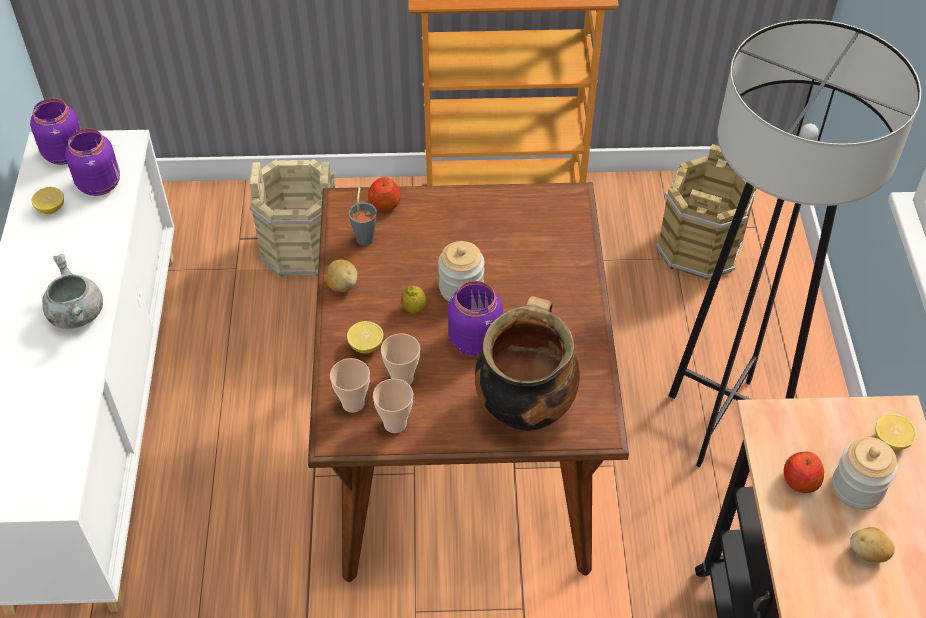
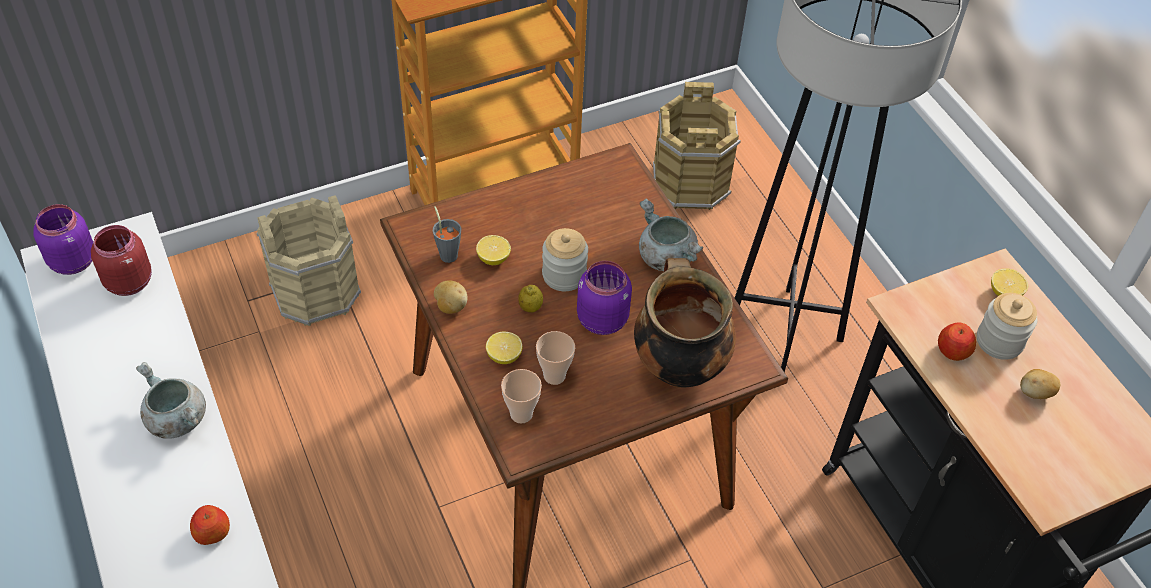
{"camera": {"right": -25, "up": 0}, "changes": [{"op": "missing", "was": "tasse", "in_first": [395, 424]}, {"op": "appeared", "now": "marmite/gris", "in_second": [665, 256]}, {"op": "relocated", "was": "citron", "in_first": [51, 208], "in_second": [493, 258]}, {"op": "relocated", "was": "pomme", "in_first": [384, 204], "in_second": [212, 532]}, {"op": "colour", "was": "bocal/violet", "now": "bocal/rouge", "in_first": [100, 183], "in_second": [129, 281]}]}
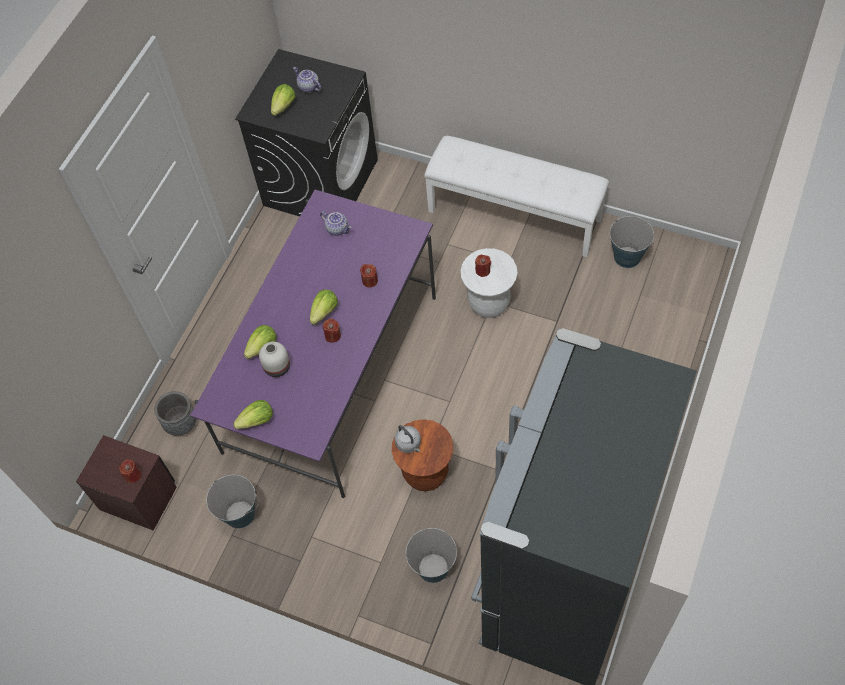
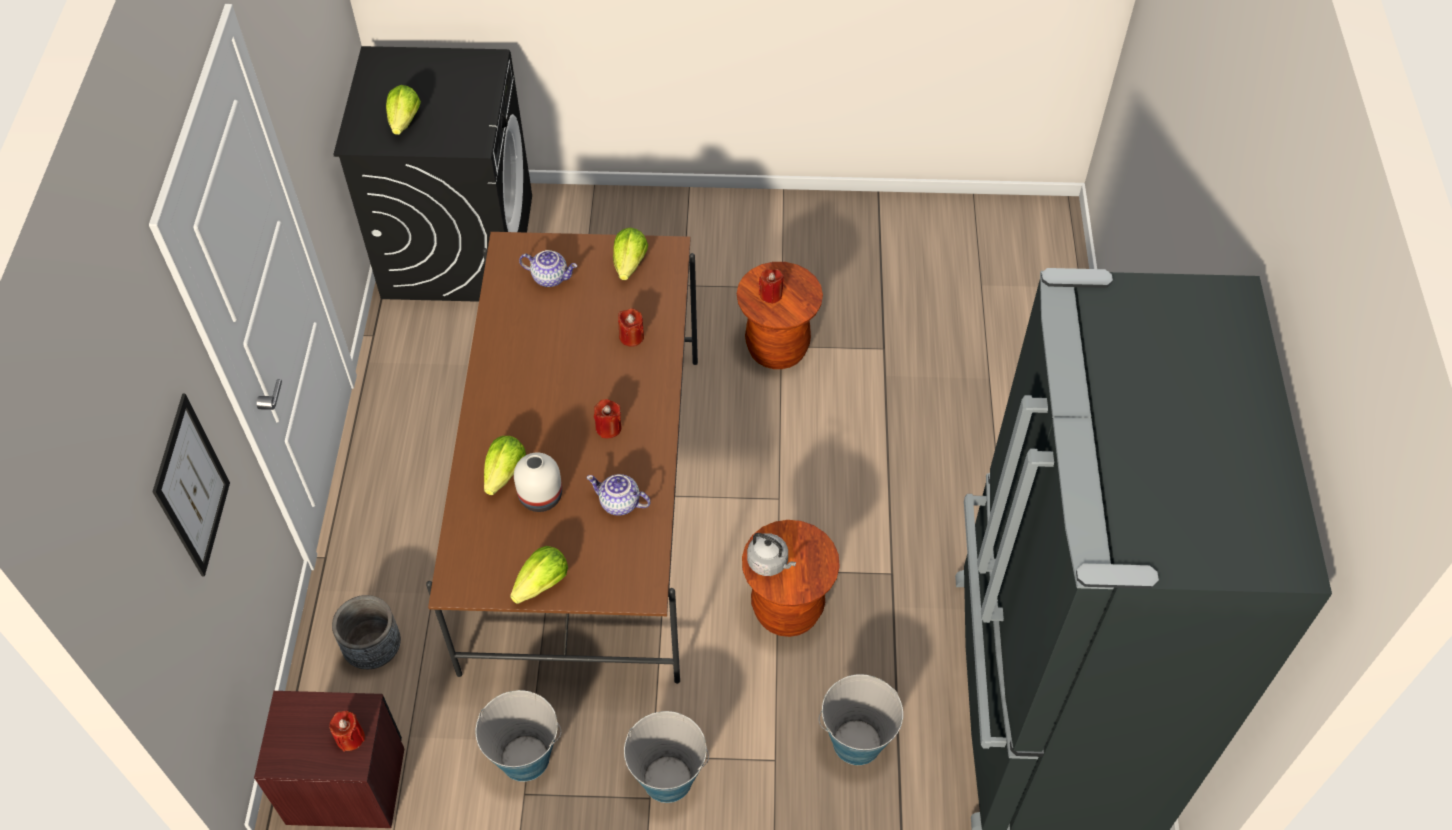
{"camera": {"right": -25, "up": -5}, "changes": [{"op": "missing", "was": "banc/blanc", "in_first": [515, 214]}, {"op": "appeared", "now": "tableau", "in_second": [191, 486]}, {"op": "relocated", "was": "théière", "in_first": [308, 87], "in_second": [619, 504]}, {"op": "relocated", "was": "laitue", "in_first": [324, 312], "in_second": [630, 264]}, {"op": "relocated", "was": "seau", "in_first": [627, 256], "in_second": [667, 778]}, {"op": "colour", "was": "table à manger/violet", "now": "table à manger/marron", "in_first": [332, 373], "in_second": [585, 507]}, {"op": "colour", "was": "tabouret/blanc", "now": "tabouret/marron", "in_first": [488, 303], "in_second": [777, 349]}]}
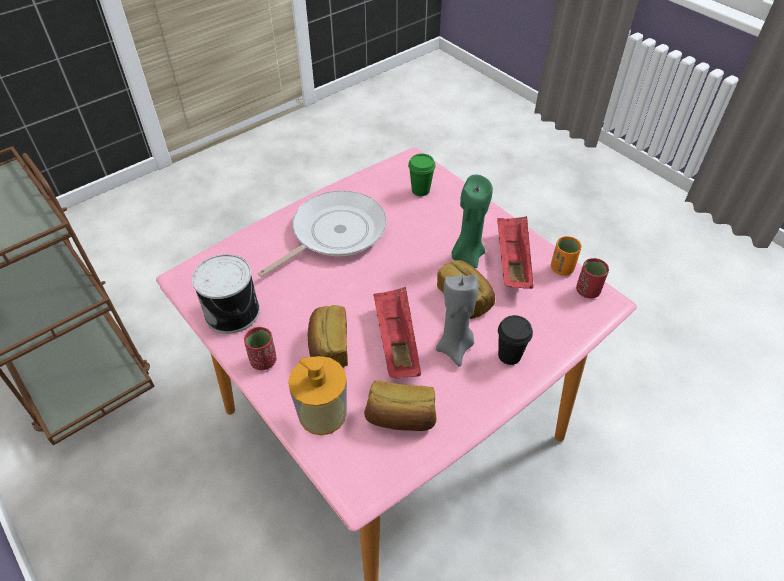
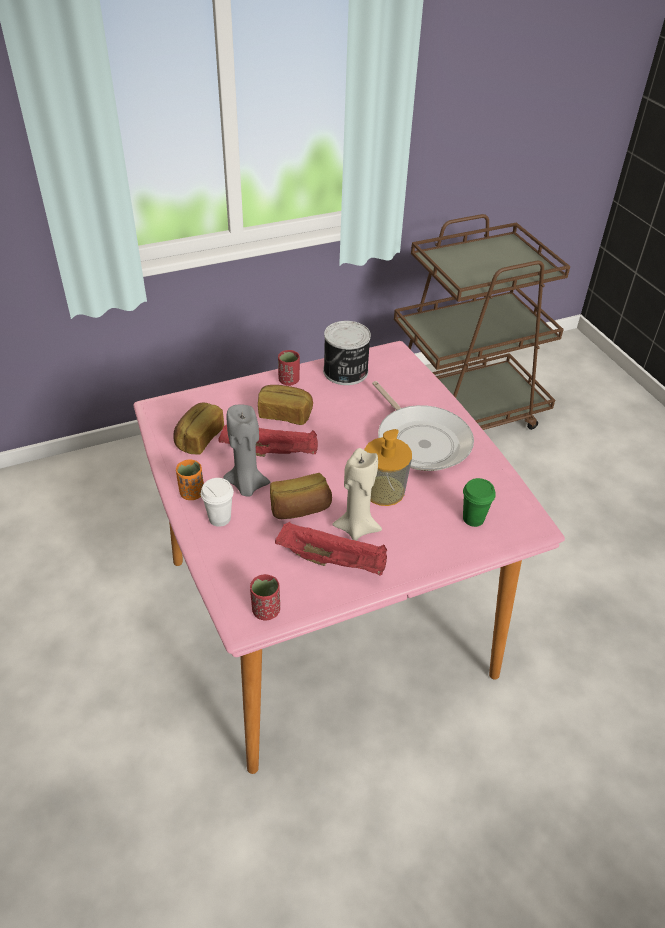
{"camera": {"right": 105, "up": -5}, "changes": [{"op": "relocated", "was": "distributeur de savon", "in_first": [322, 413], "in_second": [384, 491]}, {"op": "relocated", "was": "tasse/orange", "in_first": [561, 269], "in_second": [192, 493]}, {"op": "colour", "was": "bougie/vert", "now": "bougie/beige", "in_first": [467, 255], "in_second": [356, 528]}, {"op": "colour", "was": "tasse/noir", "now": "tasse/blanc", "in_first": [509, 355], "in_second": [219, 518]}]}
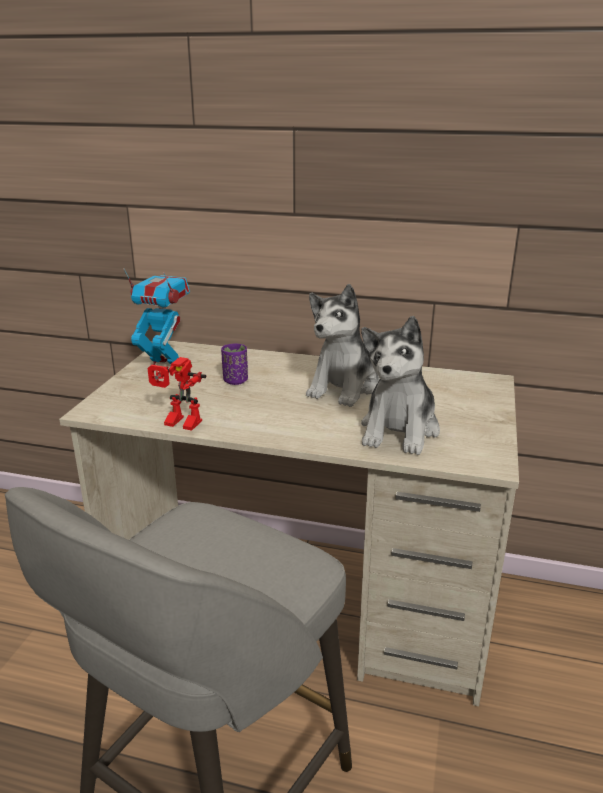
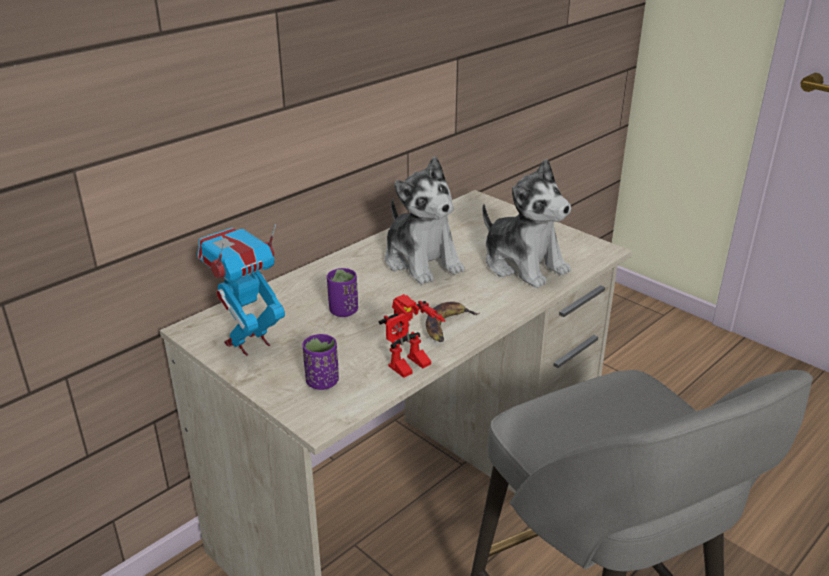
{"camera": {"right": -60, "up": 5}, "changes": [{"op": "appeared", "now": "tasse/violet", "in_second": [322, 382]}, {"op": "appeared", "now": "banane", "in_second": [447, 326]}]}
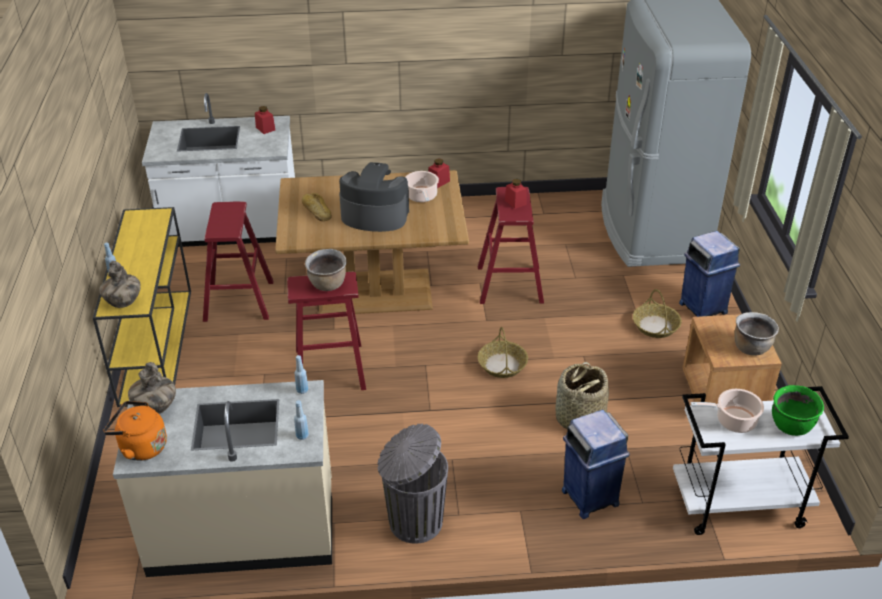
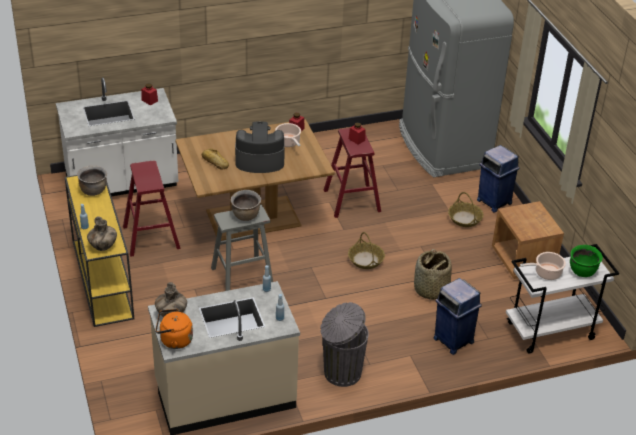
{"camera": {"right": -15, "up": 0}, "changes": [{"op": "relocated", "was": "marmite/marron", "in_first": [751, 347], "in_second": [93, 191]}, {"op": "colour", "was": "tabouret/rouge", "now": "tabouret/gris", "in_first": [330, 369], "in_second": [242, 279]}]}
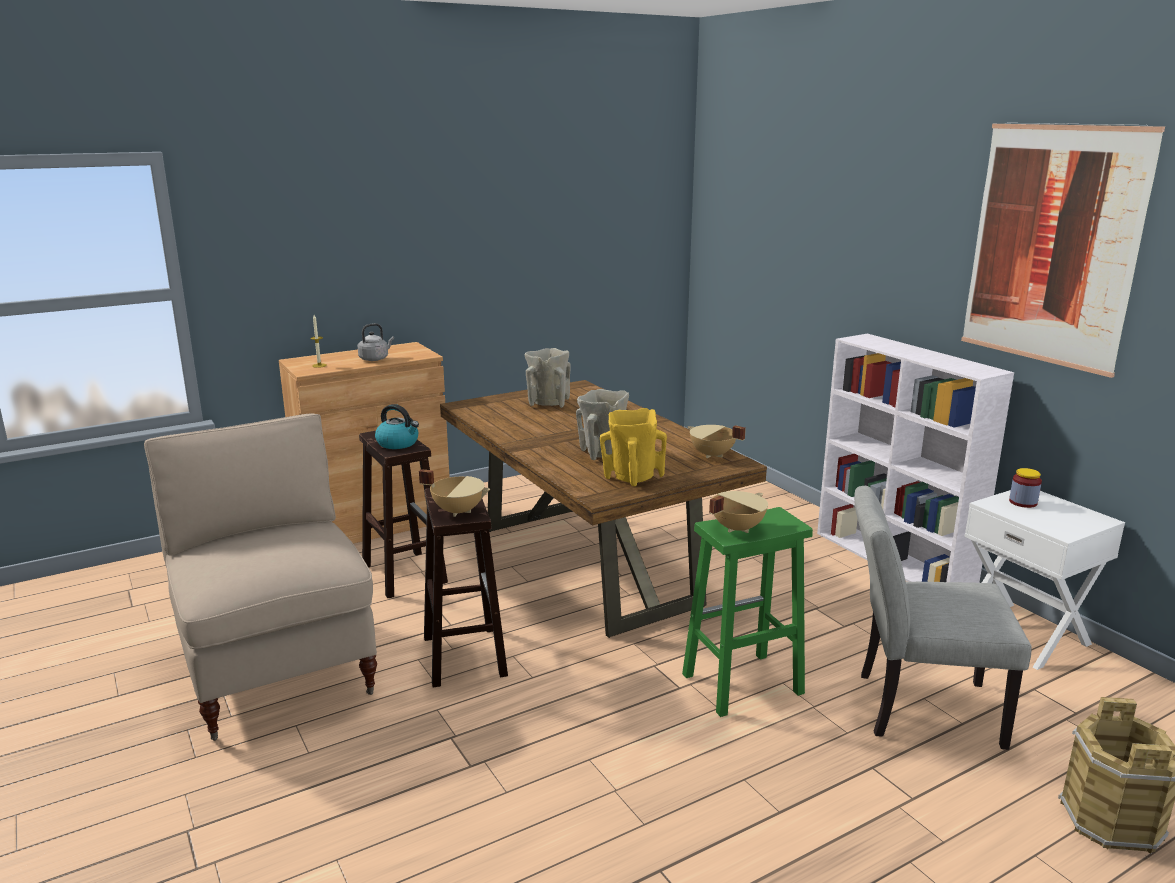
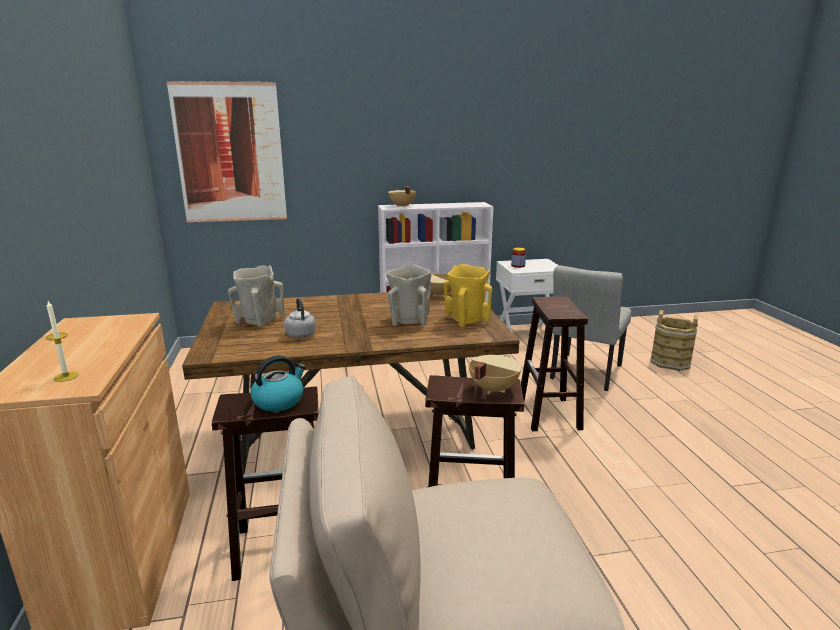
{"camera": {"right": -70, "up": 0}, "changes": [{"op": "relocated", "was": "bouilloire/gris", "in_first": [375, 359], "in_second": [300, 334]}, {"op": "relocated", "was": "marmite/beige", "in_first": [736, 528], "in_second": [402, 206]}, {"op": "relocated", "was": "tableau", "in_first": [1052, 245], "in_second": [230, 153]}, {"op": "colour", "was": "tabouret/vert", "now": "tabouret/marron", "in_first": [741, 684], "in_second": [549, 414]}]}
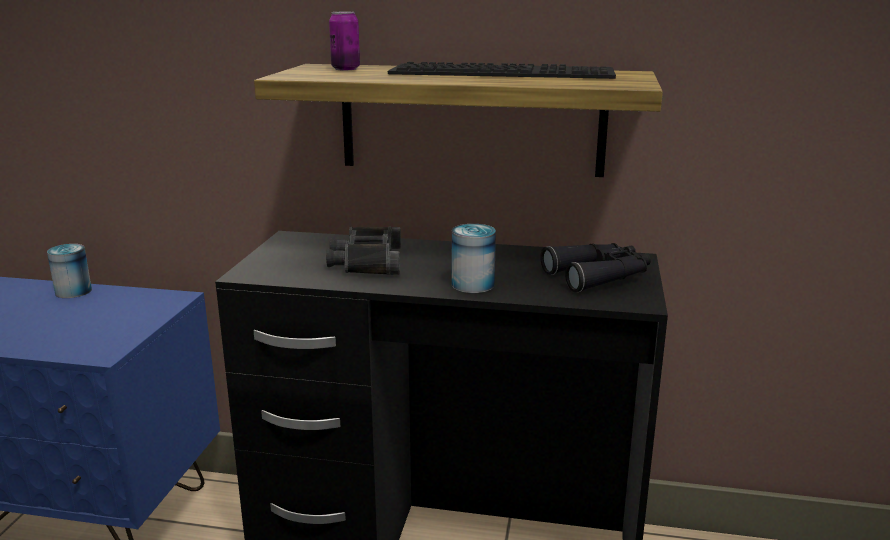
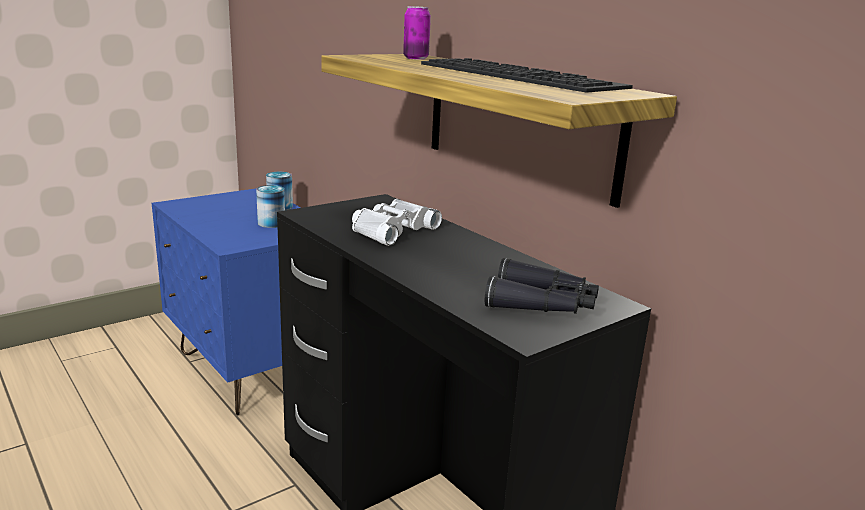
{"camera": {"right": 40, "up": 0}, "changes": [{"op": "relocated", "was": "boîte métallique", "in_first": [472, 284], "in_second": [271, 223]}, {"op": "colour", "was": "jumelles/noir", "now": "jumelles/blanc", "in_first": [366, 261], "in_second": [391, 230]}]}
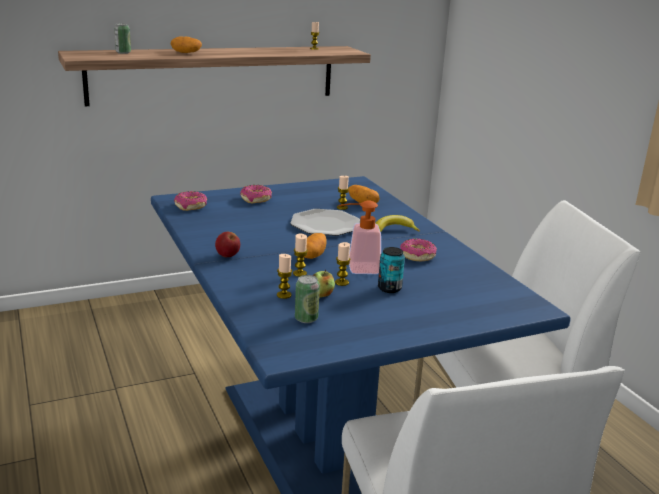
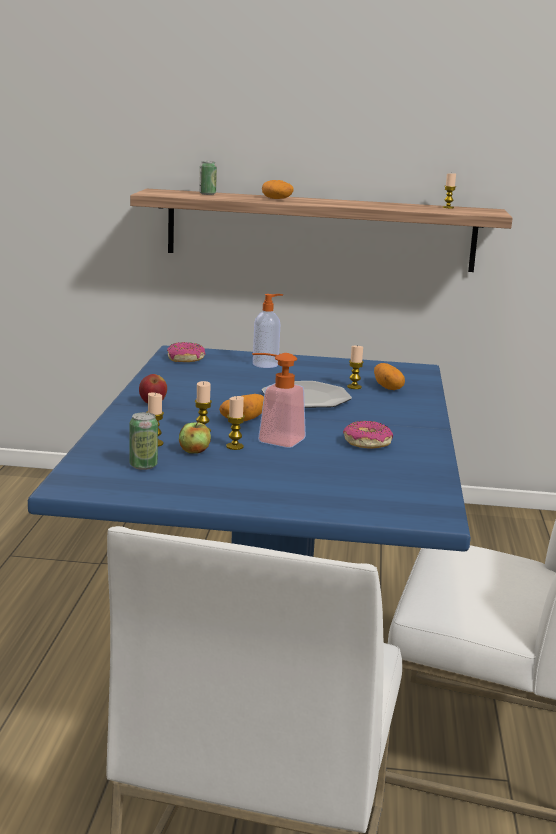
{"camera": {"right": 30, "up": -5}, "changes": [{"op": "missing", "was": "banane", "in_first": [393, 230]}, {"op": "missing", "was": "boîte métallique", "in_first": [389, 288]}, {"op": "exchanged", "was": "beignet", "now": "distributeur de savon", "in_first": [256, 199], "in_second": [266, 364]}]}
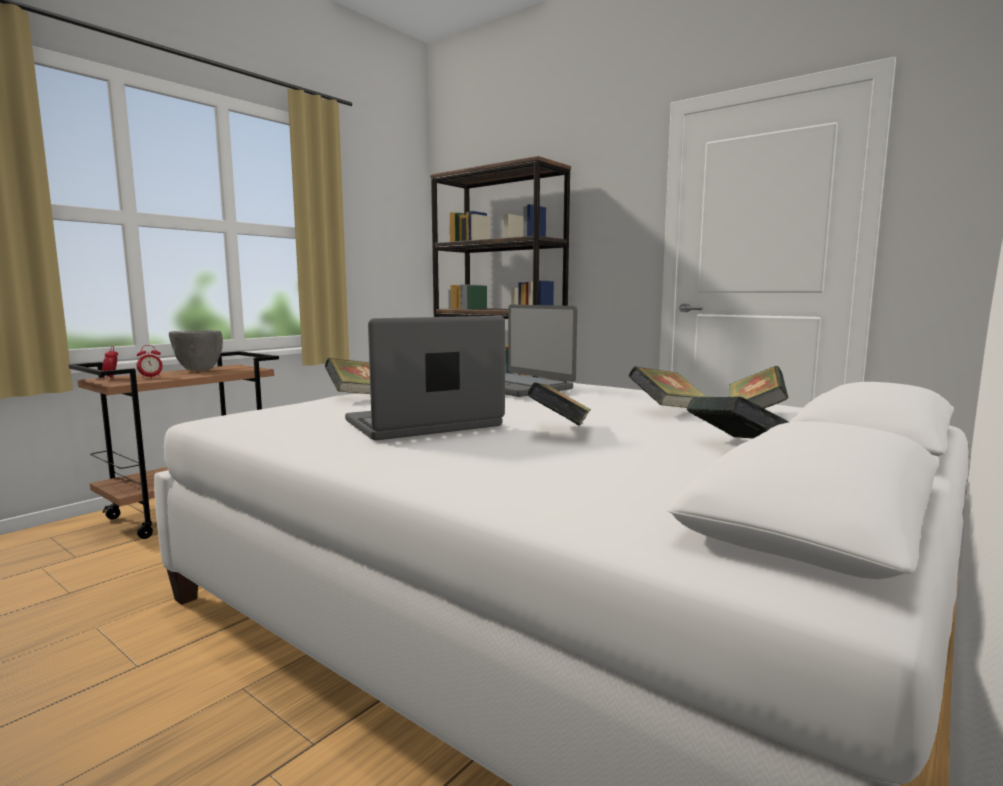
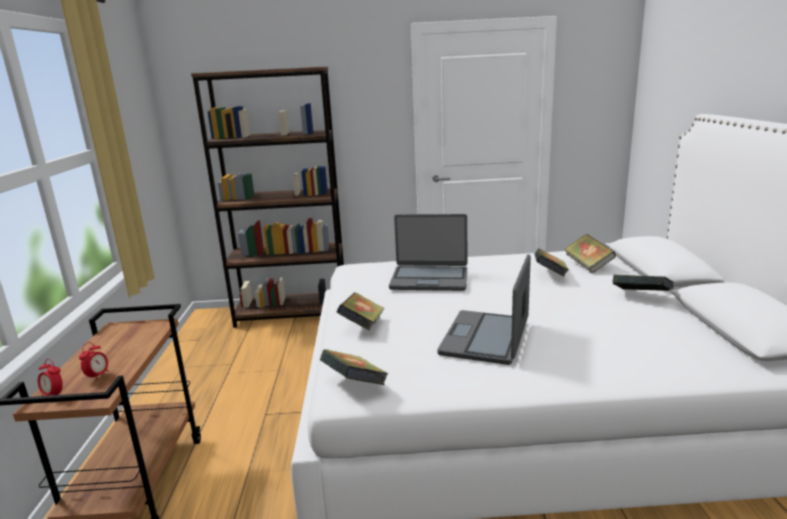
{"camera": {"right": -40, "up": 10}, "changes": [{"op": "missing", "was": "bol/gris", "in_first": [198, 370]}, {"op": "relocated", "was": "livre", "in_first": [560, 430], "in_second": [354, 385]}]}
